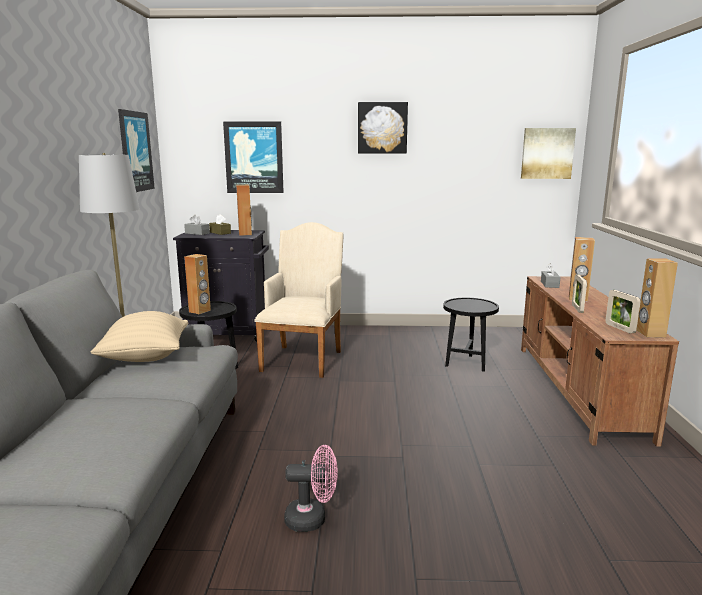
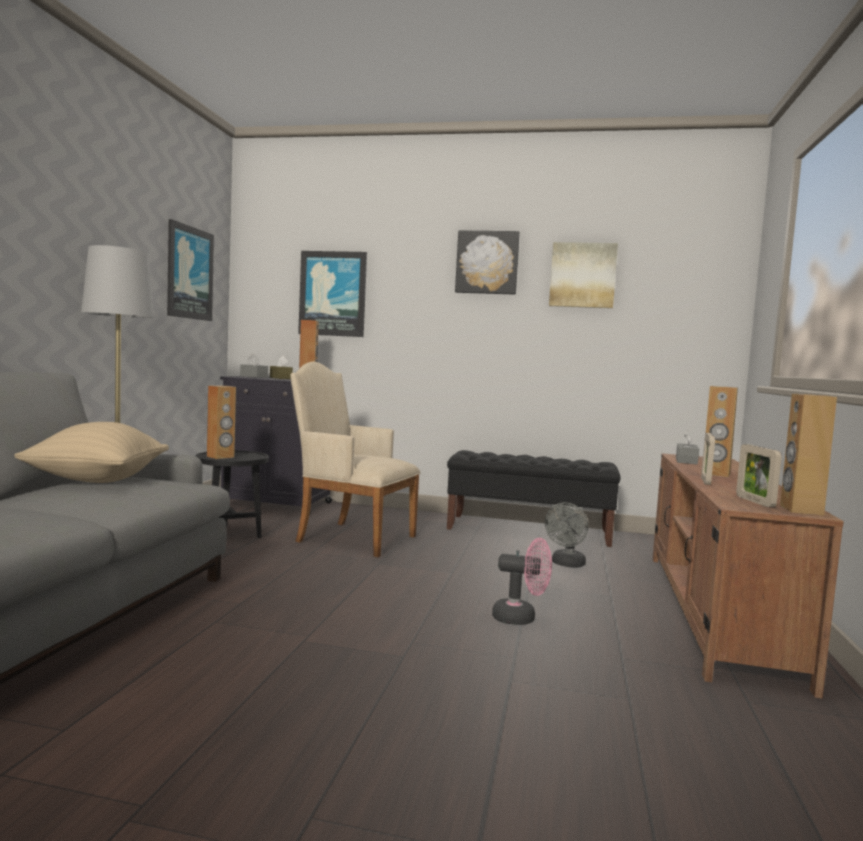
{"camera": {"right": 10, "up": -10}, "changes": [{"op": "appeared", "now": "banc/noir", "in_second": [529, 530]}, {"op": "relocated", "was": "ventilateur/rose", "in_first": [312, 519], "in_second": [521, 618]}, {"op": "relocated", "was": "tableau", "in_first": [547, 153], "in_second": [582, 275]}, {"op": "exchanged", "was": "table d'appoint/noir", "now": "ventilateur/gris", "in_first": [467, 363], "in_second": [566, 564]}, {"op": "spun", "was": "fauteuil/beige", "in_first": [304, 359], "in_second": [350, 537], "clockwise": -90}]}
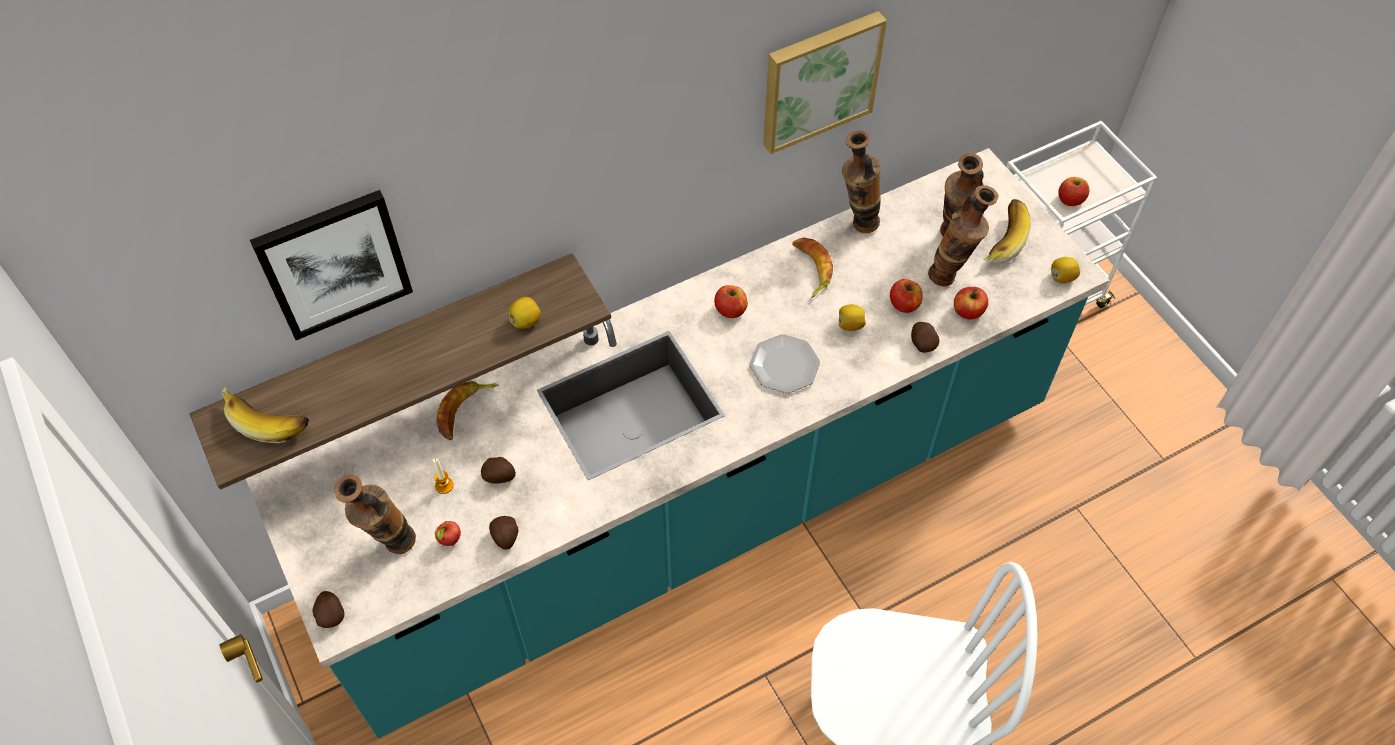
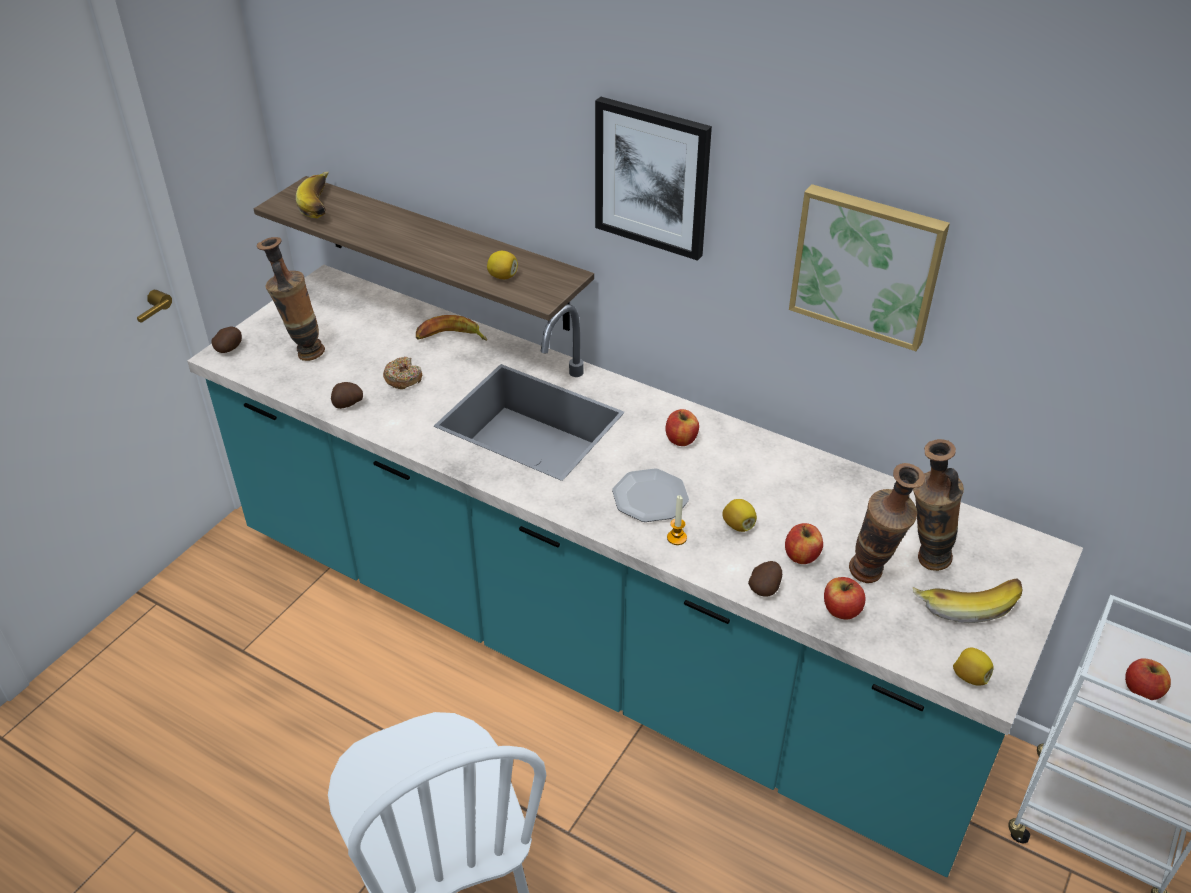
{"camera": {"right": 60, "up": -15}, "changes": [{"op": "missing", "was": "pomme", "in_first": [450, 541]}, {"op": "missing", "was": "banane", "in_first": [810, 269]}, {"op": "missing", "was": "vase", "in_first": [856, 224]}, {"op": "relocated", "was": "tableau", "in_first": [334, 263], "in_second": [652, 177]}, {"op": "relocated", "was": "bougie", "in_first": [444, 485], "in_second": [676, 538]}, {"op": "exchanged", "was": "pomme de terre", "now": "beignet", "in_first": [500, 476], "in_second": [403, 378]}]}
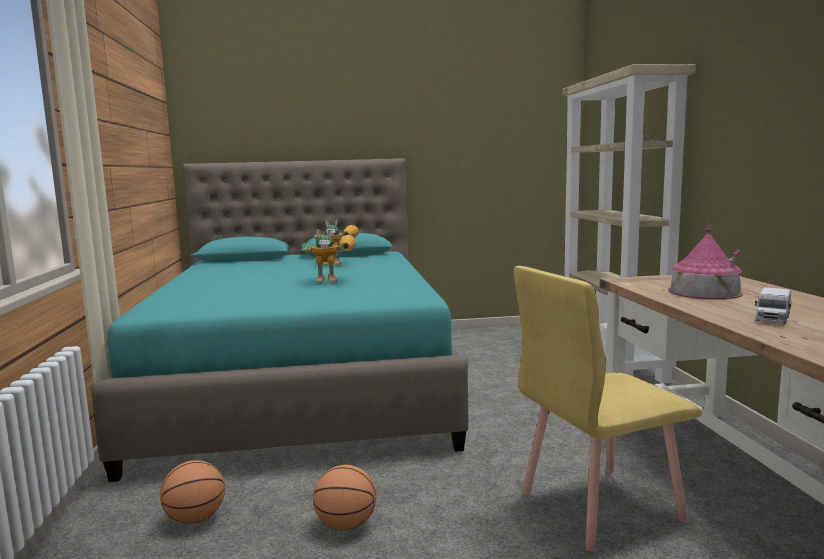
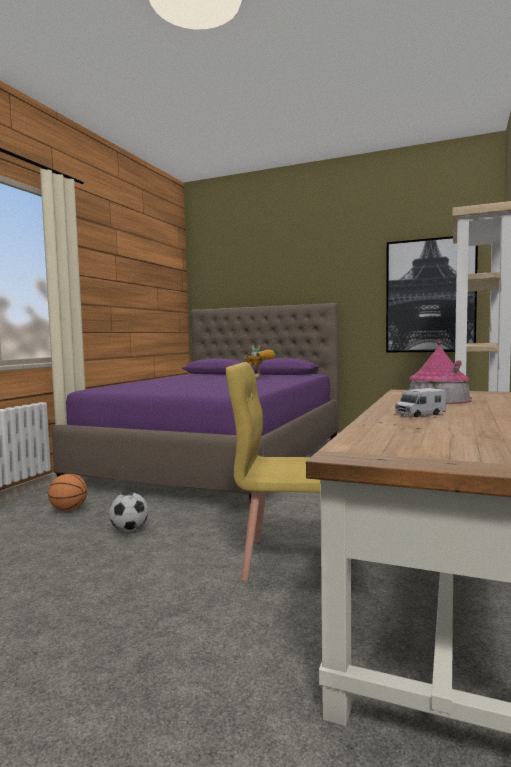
{"camera": {"right": 30, "up": -5}, "changes": [{"op": "missing", "was": "robot jouet", "in_first": [335, 281]}, {"op": "appeared", "now": "tableau", "in_second": [430, 296]}, {"op": "exchanged", "was": "ballon de basket", "now": "ballon de foot", "in_first": [346, 525], "in_second": [129, 530]}, {"op": "colour", "was": "lit/turquoise", "now": "lit/violet", "in_first": [302, 385], "in_second": [219, 460]}]}
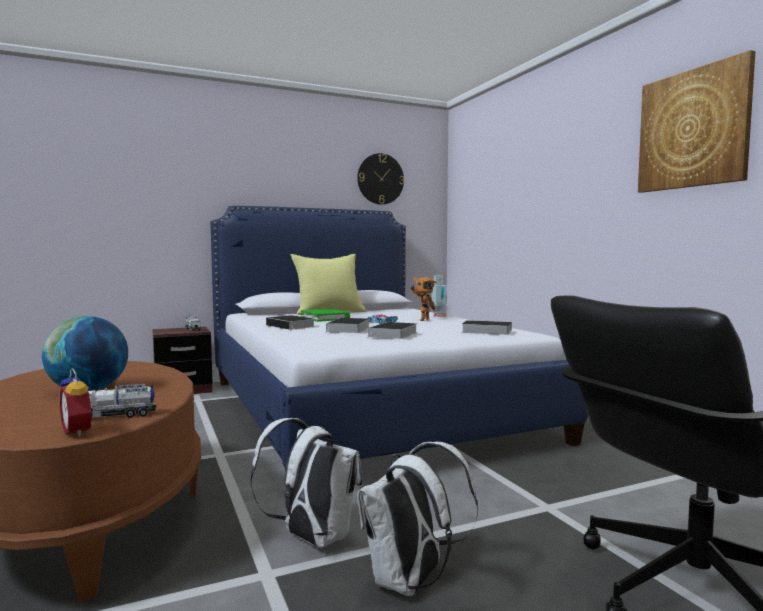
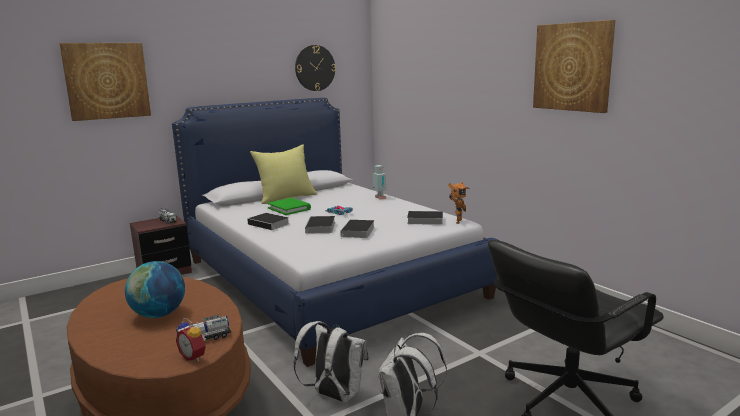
{"camera": {"right": -10, "up": 10}, "changes": [{"op": "appeared", "now": "tableau", "in_second": [107, 81]}, {"op": "relocated", "was": "robot jouet", "in_first": [422, 320], "in_second": [457, 221]}]}
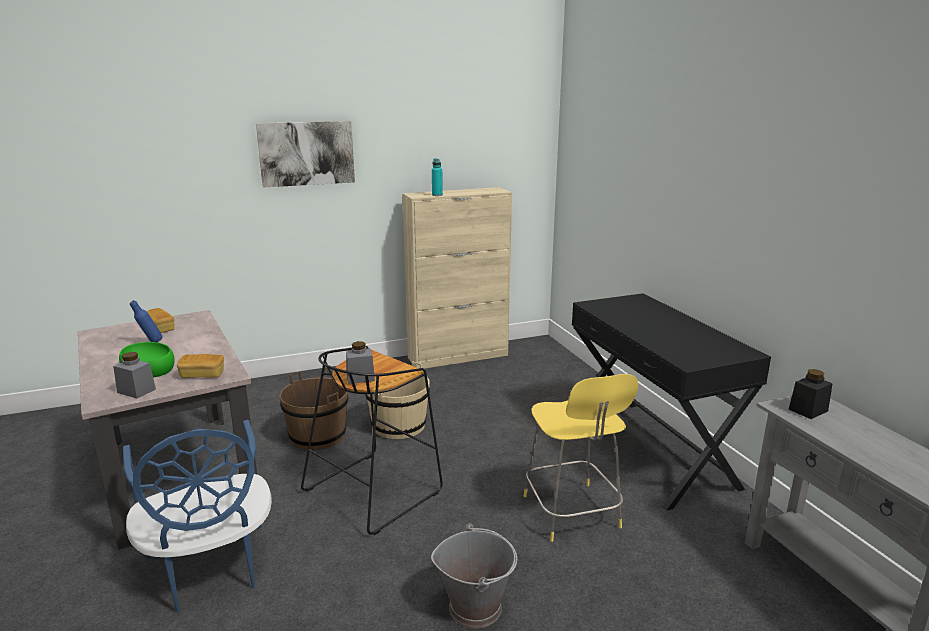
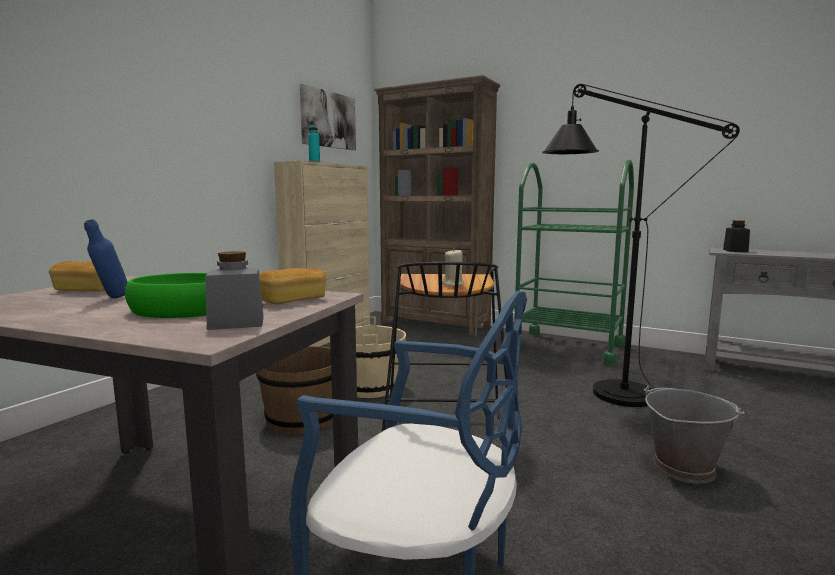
{"camera": {"right": -40, "up": -10}, "changes": [{"op": "appeared", "now": "bibliothèque/marron", "in_second": [435, 325]}, {"op": "relocated", "was": "tableau", "in_first": [306, 153], "in_second": [328, 119]}, {"op": "exchanged", "was": "bocal/gris", "now": "bougie/beige", "in_first": [360, 378], "in_second": [453, 284]}, {"op": "exchanged", "was": "tabouret/jaune", "now": "lampadaire/noir", "in_first": [572, 514], "in_second": [605, 391]}, {"op": "exchanged", "was": "table console/noir", "now": "chariot/vert", "in_first": [648, 450], "in_second": [568, 347]}]}
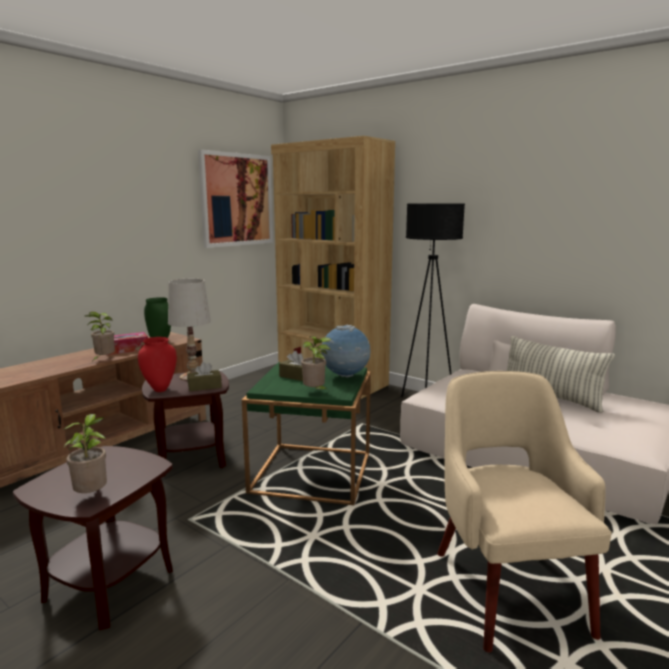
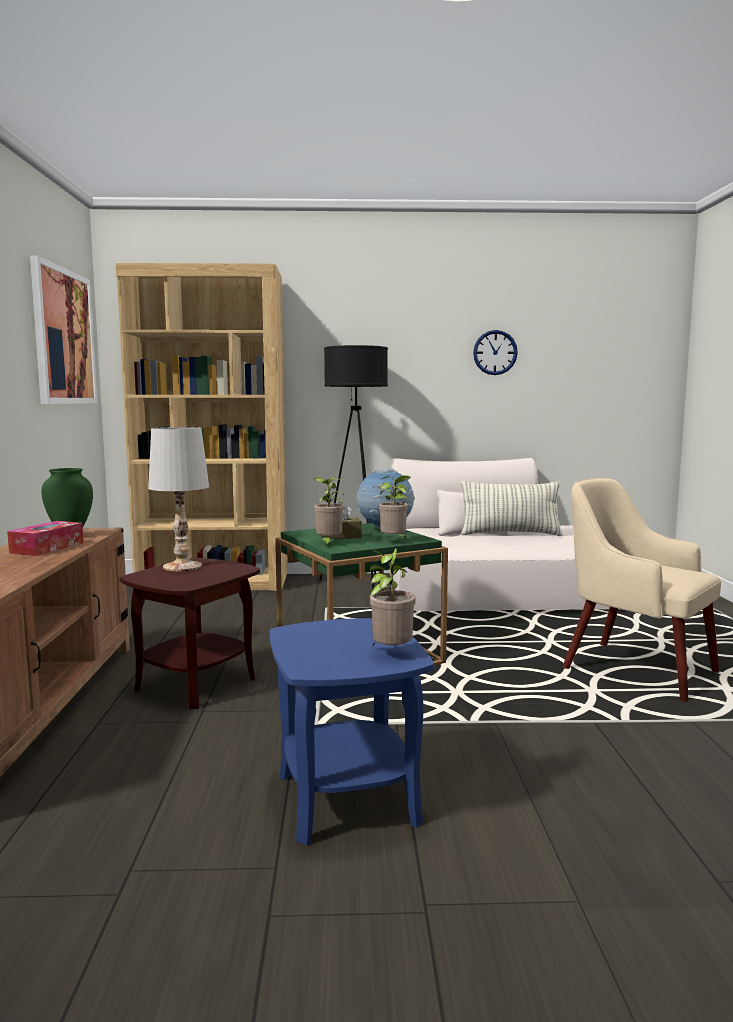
{"camera": {"right": -40, "up": -5}, "changes": [{"op": "missing", "was": "vase/rouge", "in_first": [160, 389]}, {"op": "missing", "was": "boîte à mouchoirs/marron", "in_first": [204, 387]}, {"op": "appeared", "now": "horloge murale", "in_second": [495, 352]}, {"op": "relocated", "was": "plante en pot", "in_first": [104, 360], "in_second": [328, 544]}, {"op": "colour", "was": "table d'appoint/marron", "now": "table d'appoint/bleu", "in_first": [109, 583], "in_second": [346, 798]}]}
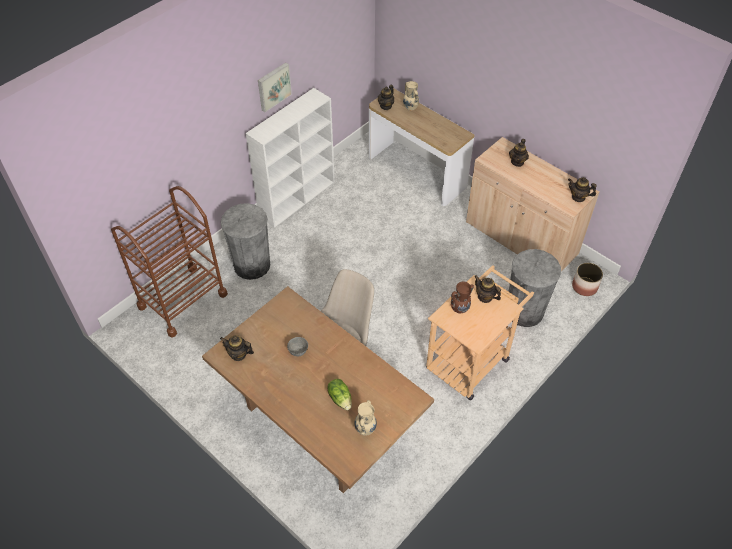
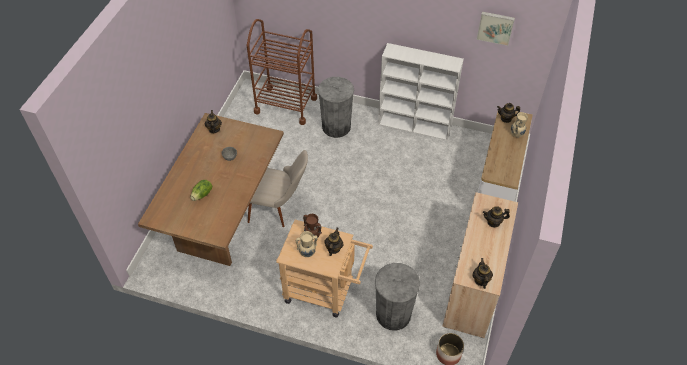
{"camera": {"right": 65, "up": 0}, "changes": [{"op": "relocated", "was": "tableau", "in_first": [273, 86], "in_second": [495, 27]}, {"op": "relocated", "was": "vase/beige", "in_first": [365, 429], "in_second": [307, 253]}]}
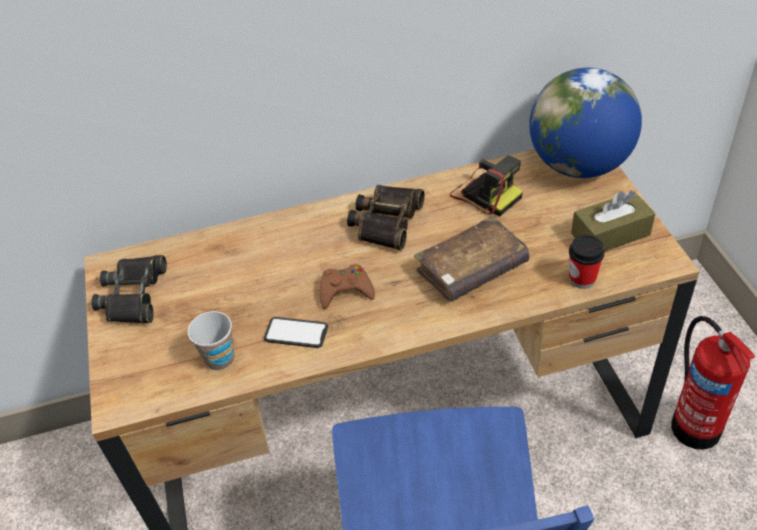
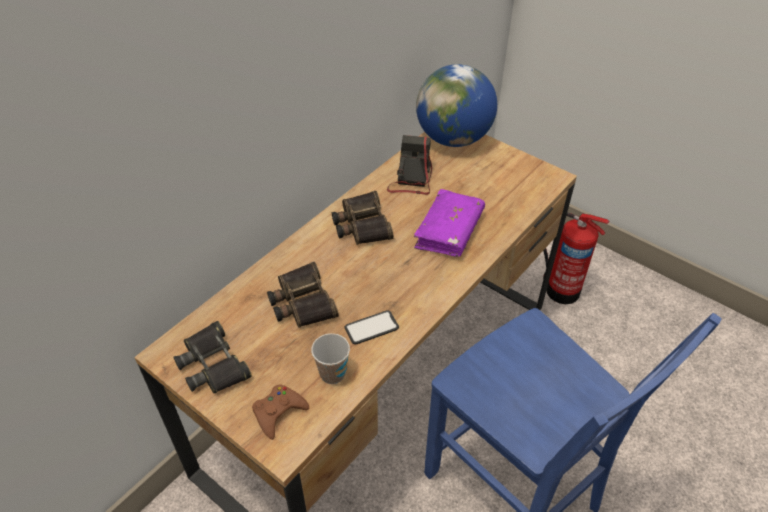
{"camera": {"right": -40, "up": 0}, "changes": [{"op": "missing", "was": "tasse", "in_first": [582, 279]}, {"op": "missing", "was": "boîte à mouchoirs/marron", "in_first": [610, 234]}, {"op": "appeared", "now": "jumelles", "in_second": [301, 302]}, {"op": "relocated", "was": "manette/marron", "in_first": [345, 290], "in_second": [278, 412]}, {"op": "colour", "was": "livre/marron", "now": "livre/violet", "in_first": [471, 269], "in_second": [449, 231]}, {"op": "spun", "was": "appareil photo", "in_first": [485, 193], "in_second": [411, 179], "clockwise": -90}]}
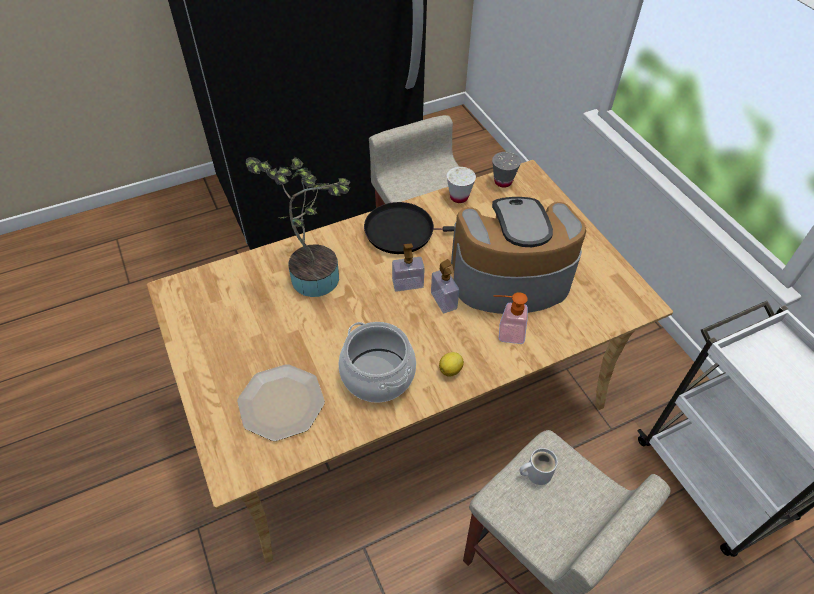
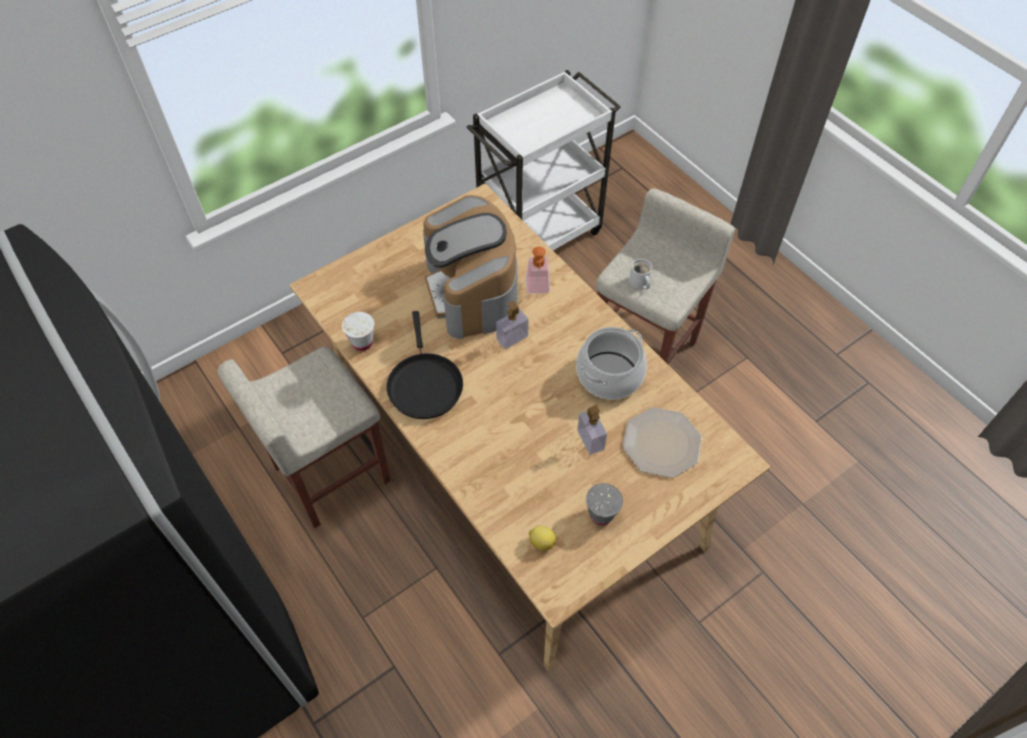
{"camera": {"right": -100, "up": 5}, "changes": [{"op": "missing", "was": "plante en pot", "in_first": [314, 274]}, {"op": "relocated", "was": "distributeur de savon", "in_first": [408, 284], "in_second": [590, 440]}, {"op": "relocated", "was": "citron", "in_first": [451, 370], "in_second": [541, 542]}, {"op": "relocated", "was": "tasse/gris", "in_first": [503, 182], "in_second": [601, 515]}]}
